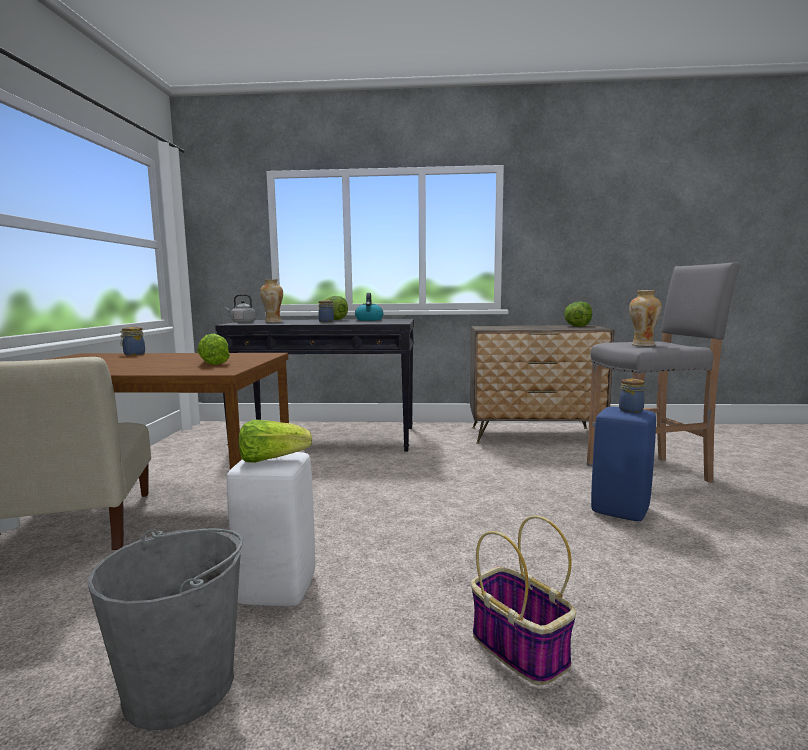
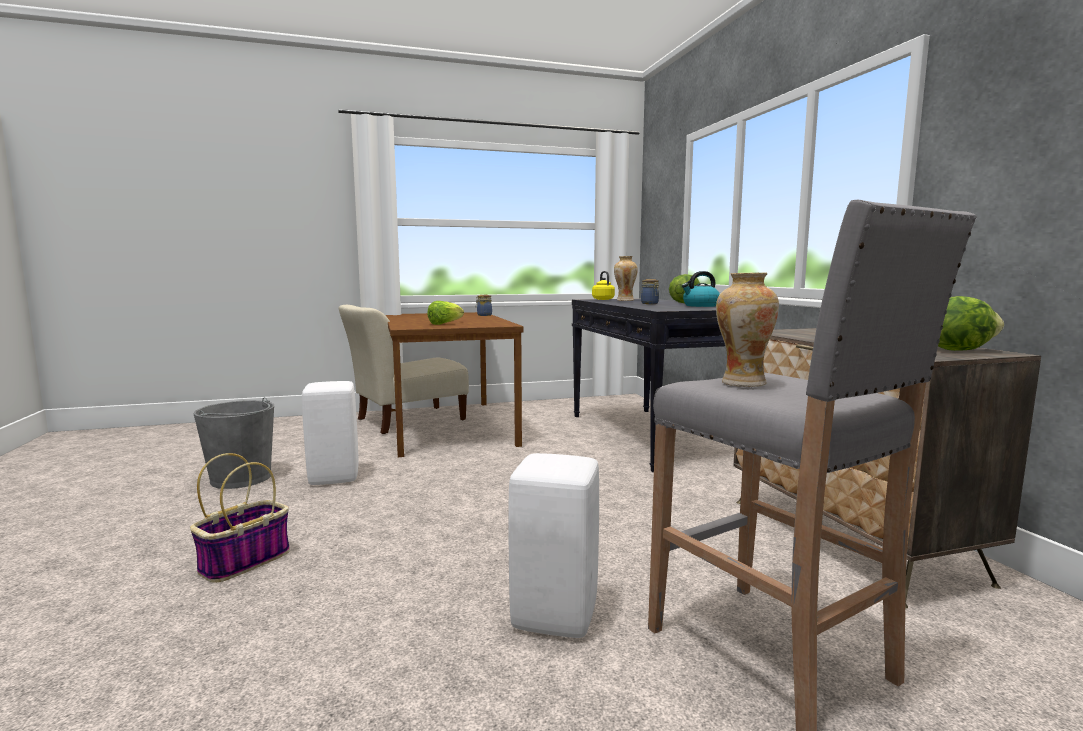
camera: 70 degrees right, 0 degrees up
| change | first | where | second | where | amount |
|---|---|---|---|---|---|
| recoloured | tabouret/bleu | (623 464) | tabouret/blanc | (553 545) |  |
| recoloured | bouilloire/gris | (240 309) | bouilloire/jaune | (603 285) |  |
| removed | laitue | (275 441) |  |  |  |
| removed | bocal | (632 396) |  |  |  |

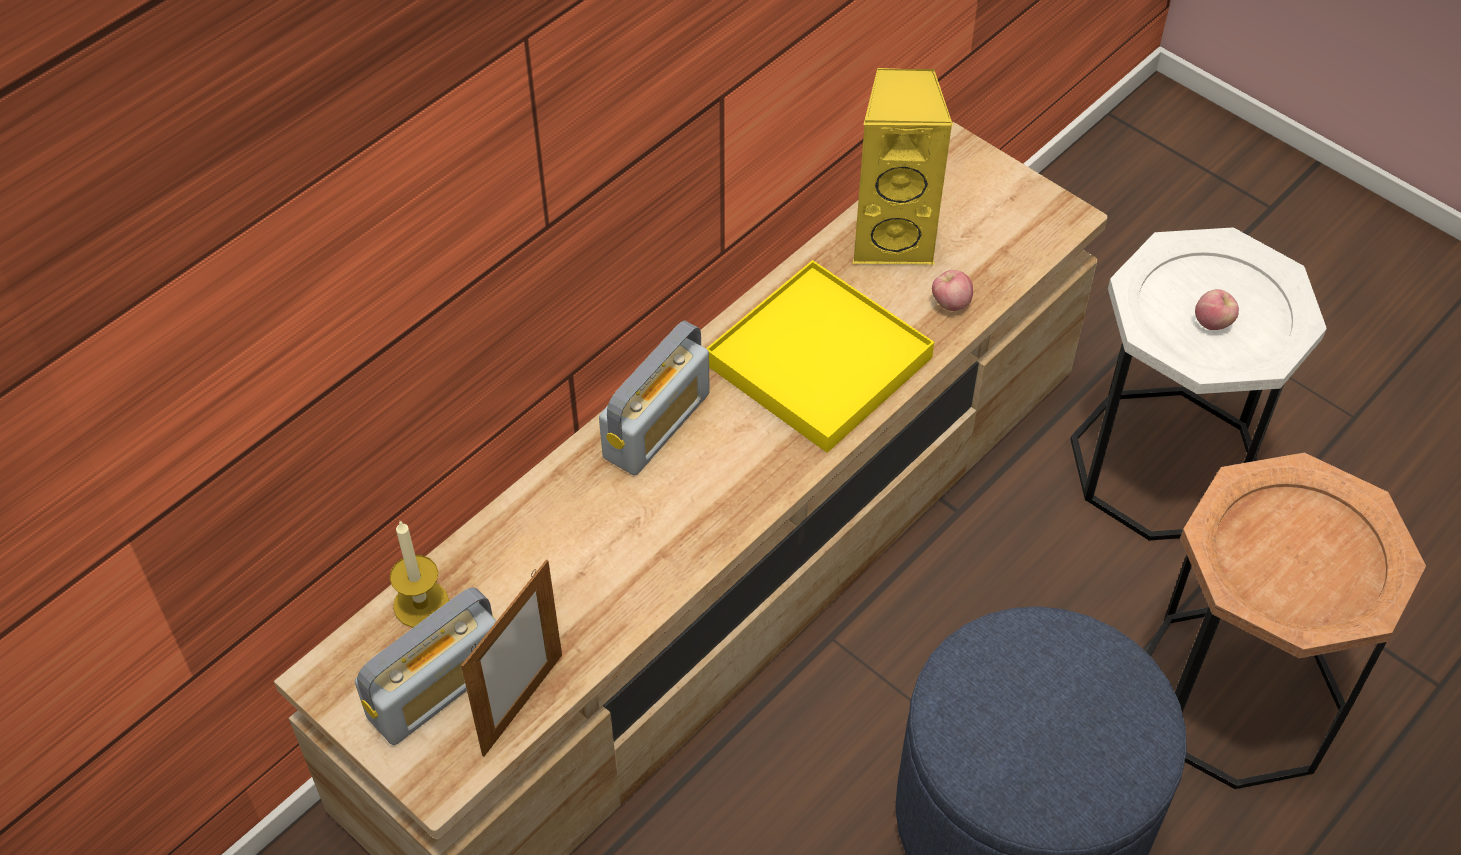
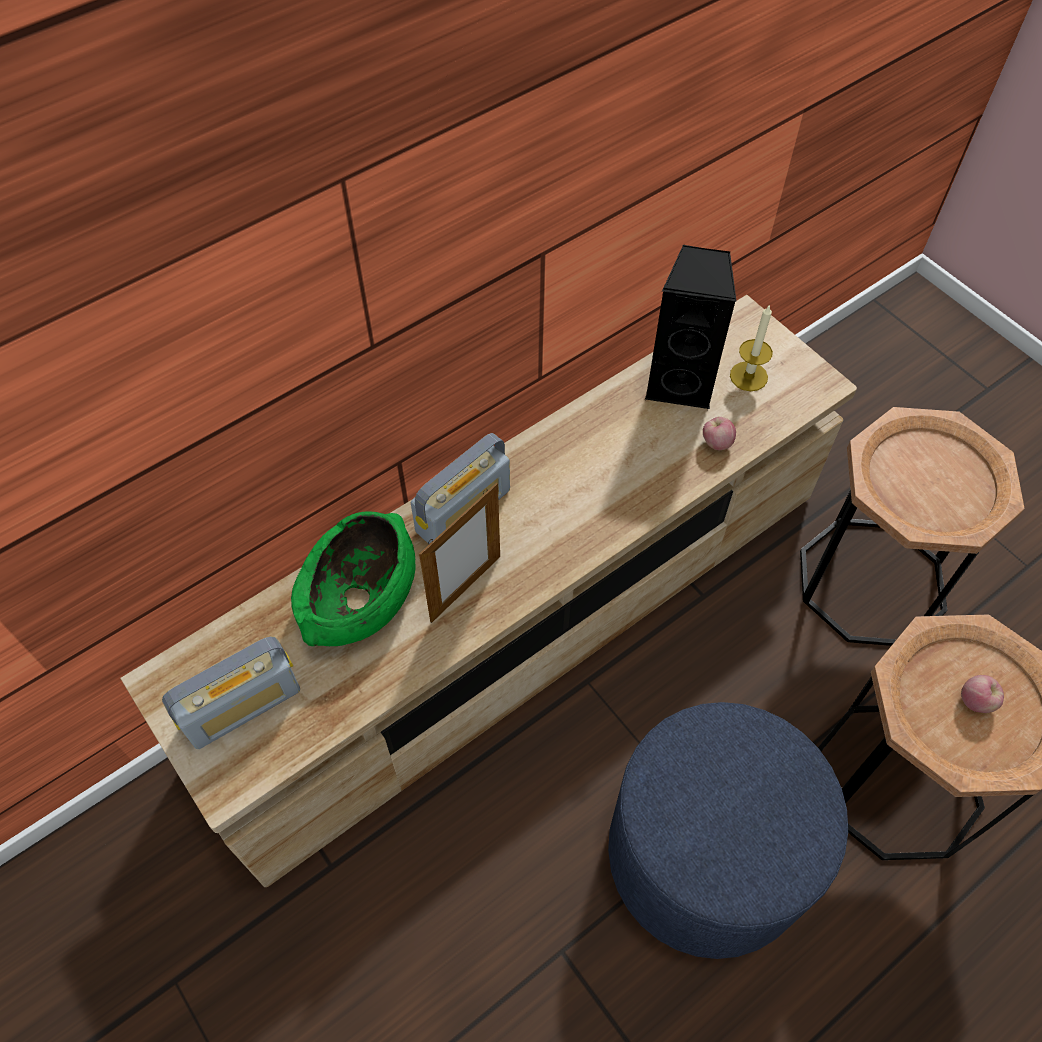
camera: 10 degrees right, 5 degrees up
| change | first | where | second | where | amount |
|---|---|---|---|---|---|
| added |  |  | bol/vert | (353 578) |  |
| moved | cadre photo | (511 658) |  | (459 553) |  |
| recoloured | enceinte/jaune | (903 166) | enceinte/noir | (691 327) |  |
| moved | bougie | (419 574) |  | (751 347) |  |
| recoloured | table d'appoint/blanc | (1198 384) | table d'appoint/marron | (912 526) |  |
| moved | pomme | (1217 309) |  | (982 694) |  |
| removed | plateau/jaune | (820 356) |  |  |  |

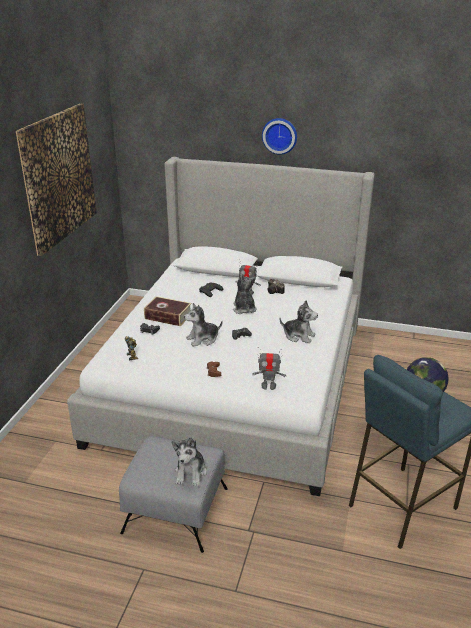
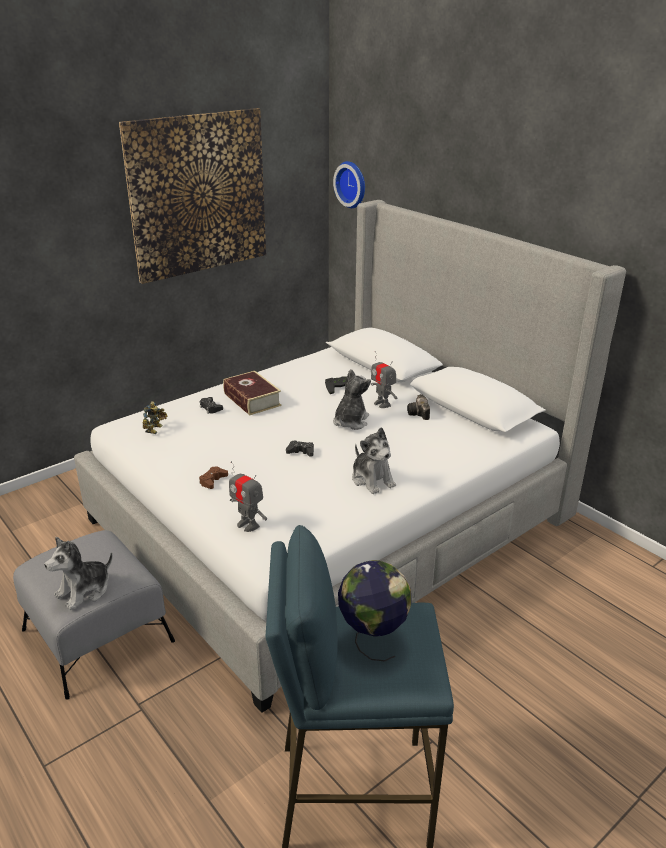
camera: 35 degrees right, 0 degrees up
| change | first | where | second | where | amount |
|---|---|---|---|---|---|
| moved | horloge murale | (279 136) |  | (349 184) |  |
| removed | peluche | (203 325) |  |  |  |

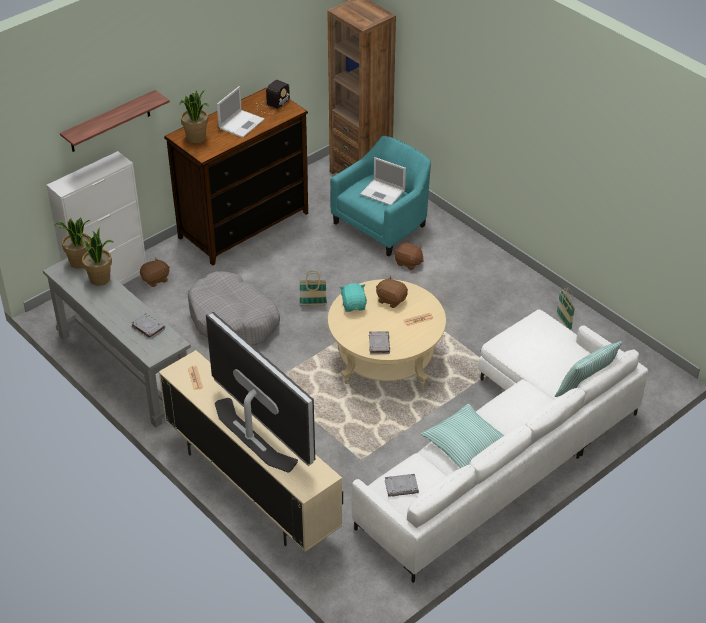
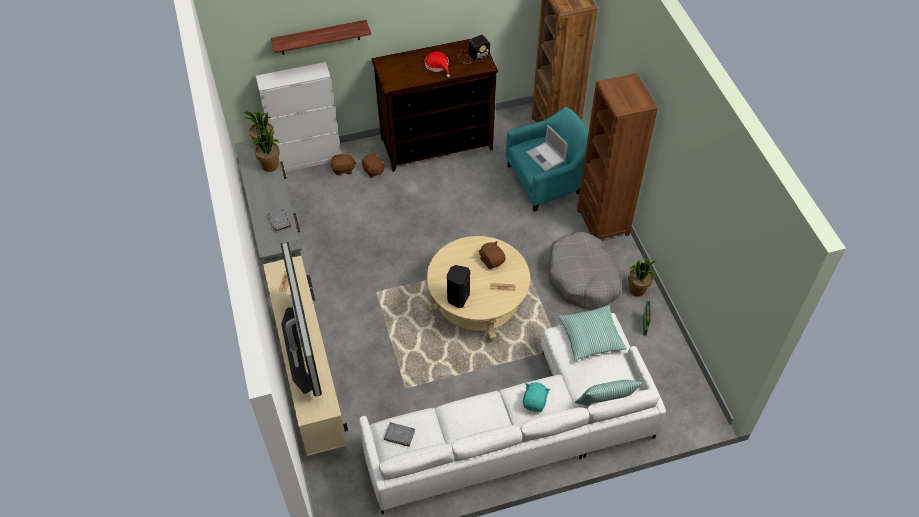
camera: 25 degrees right, 10 degrees up
| change | first | where | second | where | amount |
|---|---|---|---|---|---|
| moved | peluche/marron | (409 256) |  | (373 166) |  |
| replaced | ordinateur portable | (240 112) | chapeau/rouge | (437 65) |  |
| replaced | livre/gris | (379 342) | enceinte/noir | (458 286) |  |
| moved | peluche/turquoise | (353 297) |  | (536 397) |  |
| moved | panier pour chien/gris | (234 308) |  | (585 270) |  |
| moved | coussin | (462 436) |  | (592 333) |  |
| added |  |  | bibliothèque/marron | (617 156) |  |
| moved | plante en pot | (194 116) |  | (643 277) |  |
| removed | panier | (313 288) |  |  |  |

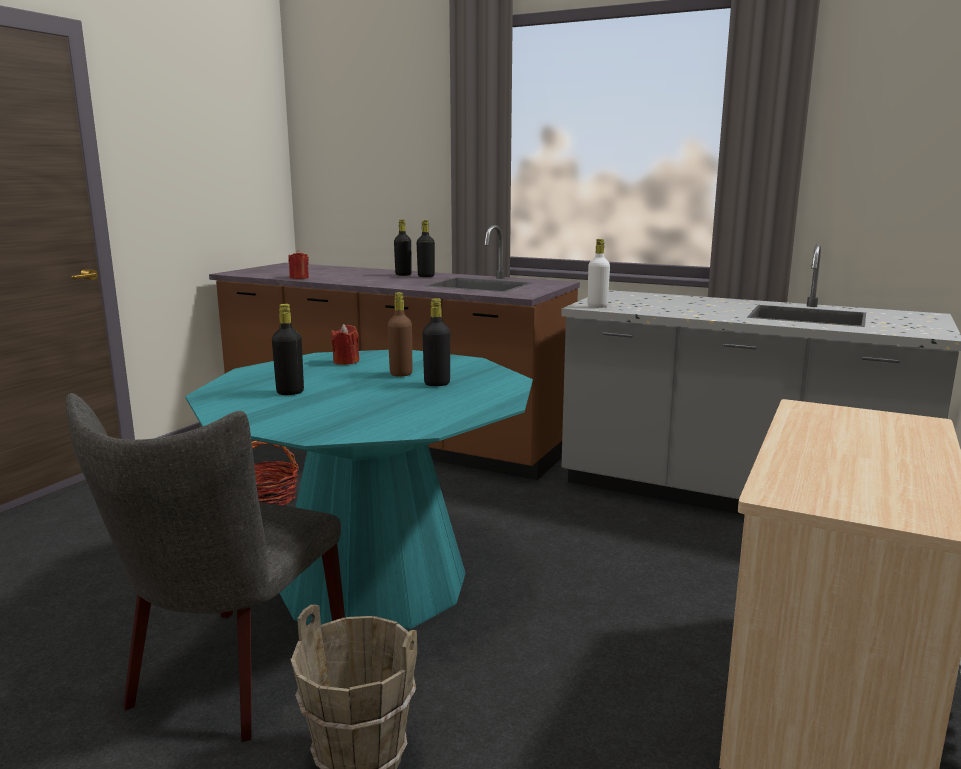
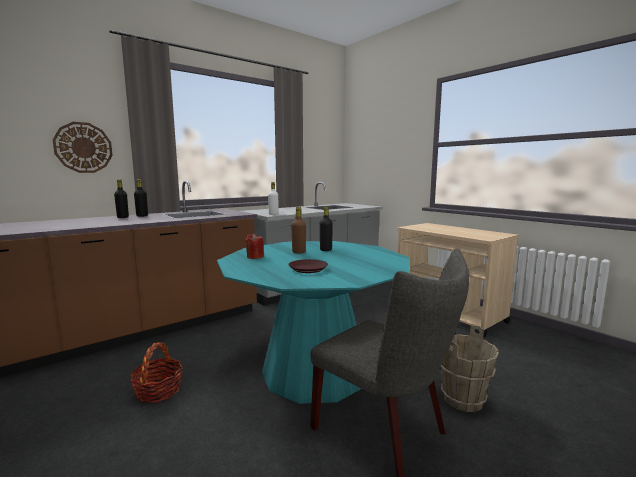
camera: 65 degrees left, 5 degrees down
| change | first | where | second | where | amount |
|---|---|---|---|---|---|
| added |  |  | horloge murale | (83 147) |  |
| replaced | bouteille/noir | (288 349) | assiette/marron | (308 266) |  |
| removed | bougie/rouge | (299 264) |  |  |  |

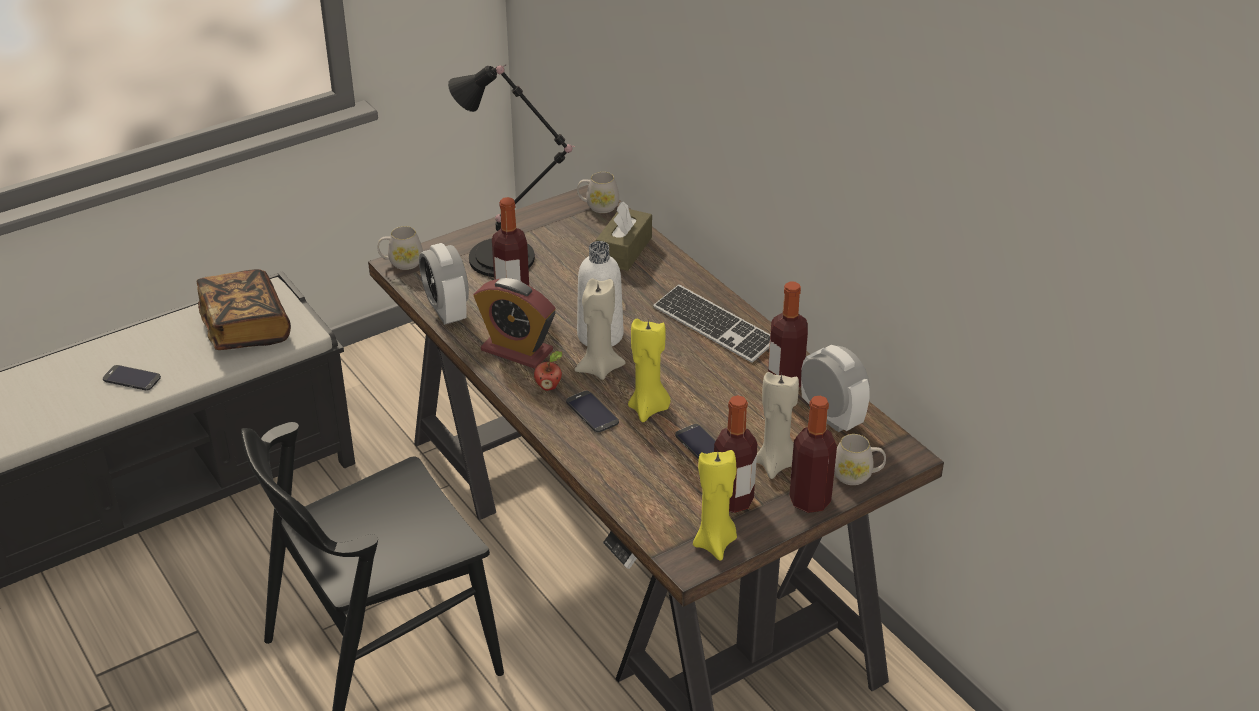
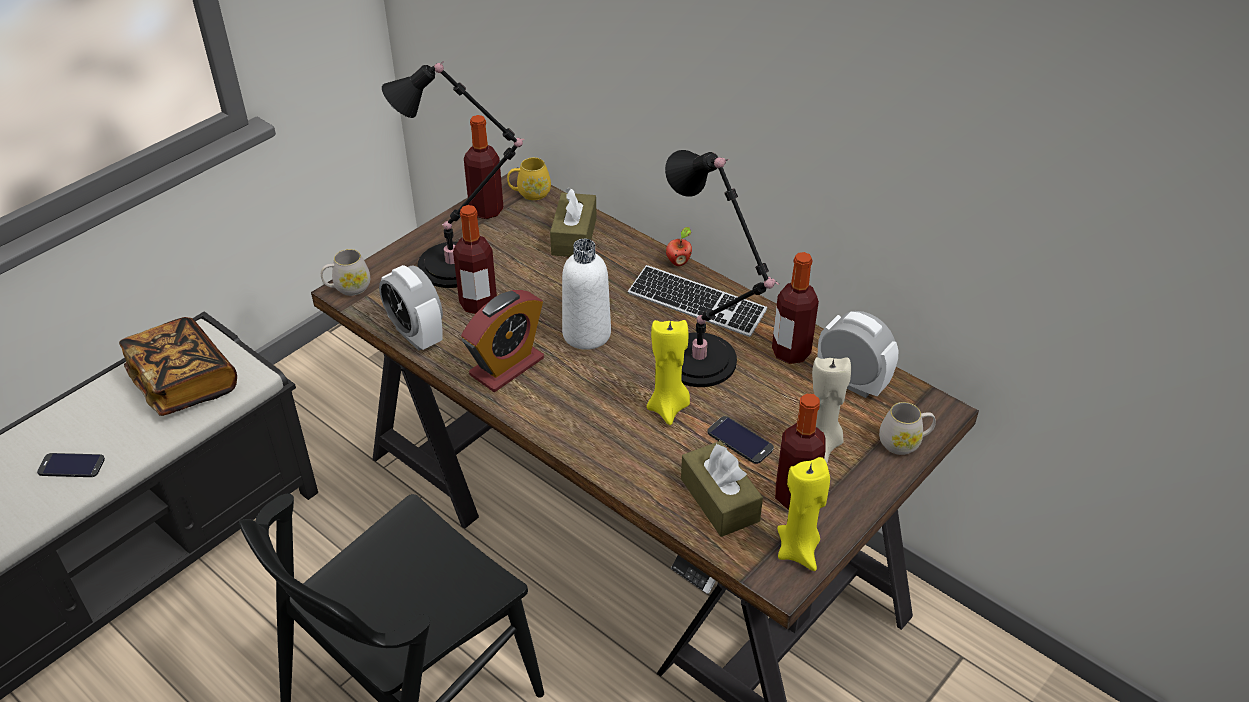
camera: 15 degrees left, 5 degrees up
| change | first | where | second | where | amount |
|---|---|---|---|---|---|
| turned | réveil | (514 323) |  | (502 341) | 60 degrees counterclockwise |
| moved | bouteille | (813 454) |  | (484 167) |  |
| recoloured | mug/blanc | (598 192) | mug/jaune | (529 178) |  |
| added |  |  | lampe de table/noir | (722 268) |  |
| moved | pomme | (548 371) |  | (679 246) |  |
| added |  |  | boîte à mouchoirs/marron | (722 489) |  |
| removed | téléphone | (592 412) |  |  |  |
| removed | bougie/beige | (600 329) |  |  |  |

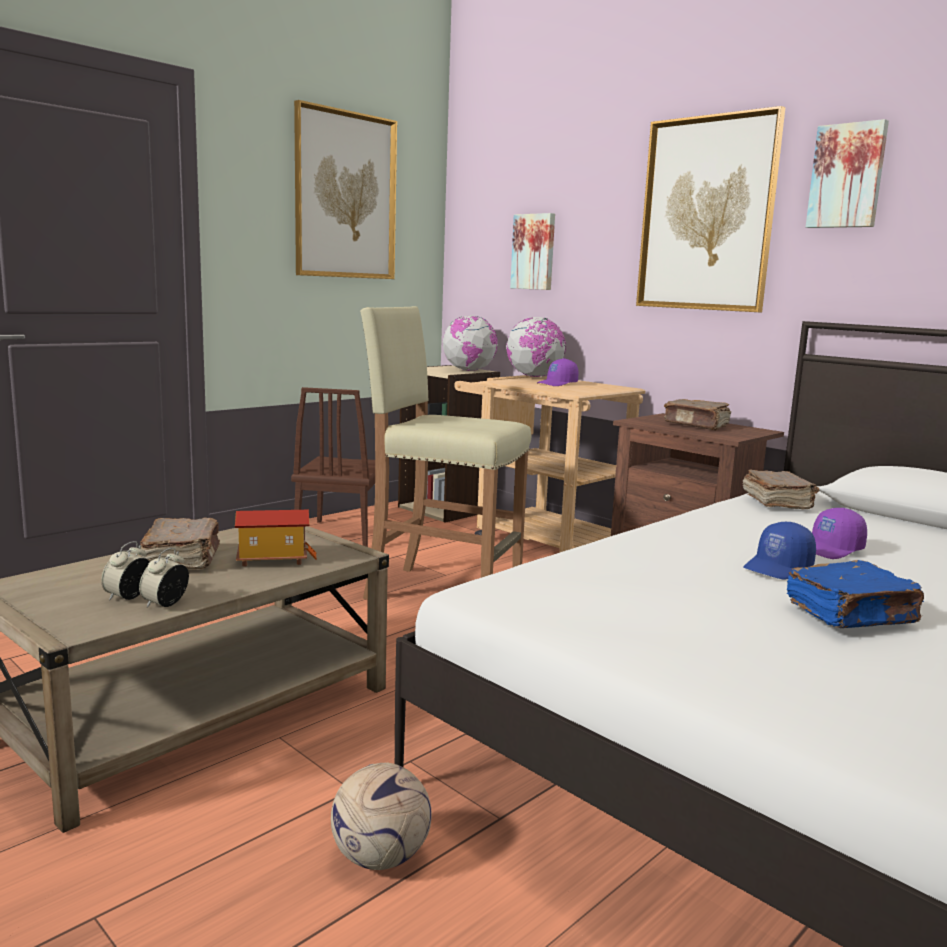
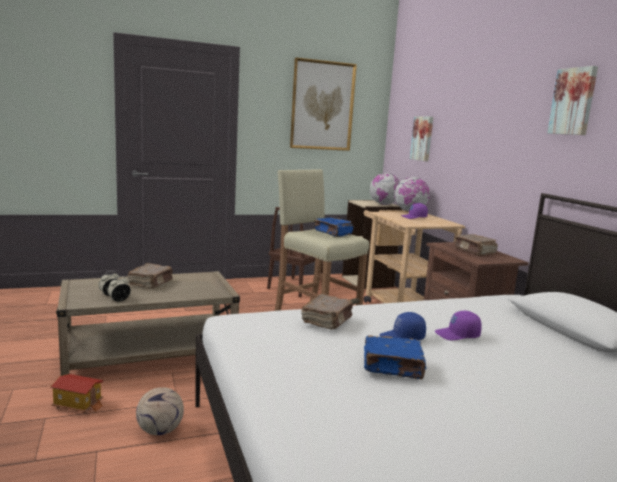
camera: 25 degrees right, 0 degrees up
| change | first | where | second | where | amount |
|---|---|---|---|---|---|
| moved | maison miniature | (276 538) |  | (77 394) |  |
| moved | livre/marron | (780 489) |  | (327 311) |  |
| added |  |  | livre/bleu | (333 227) |  |
| removed | tableau | (710 209) |  |  |  |

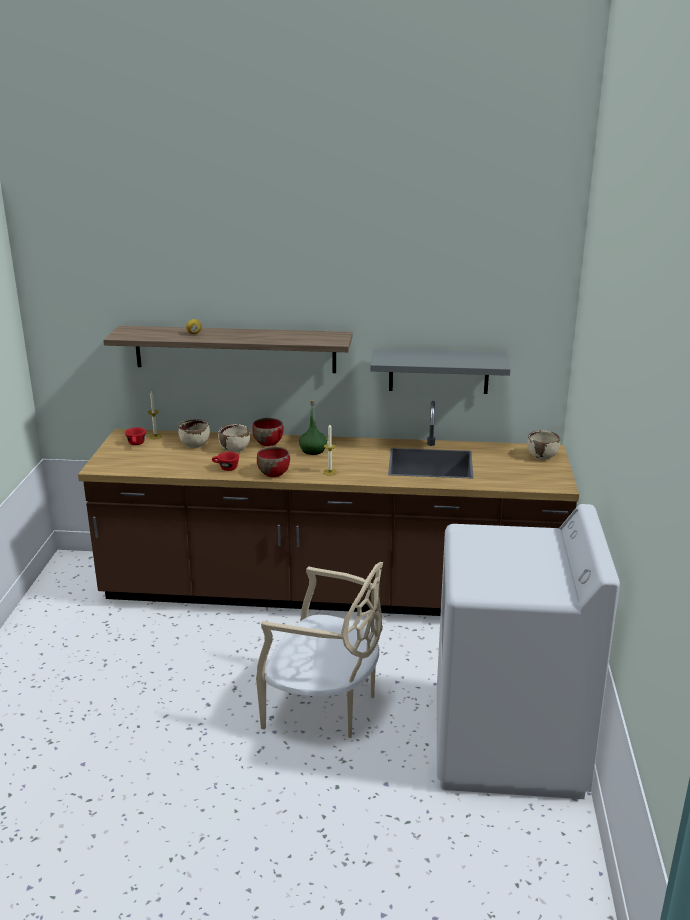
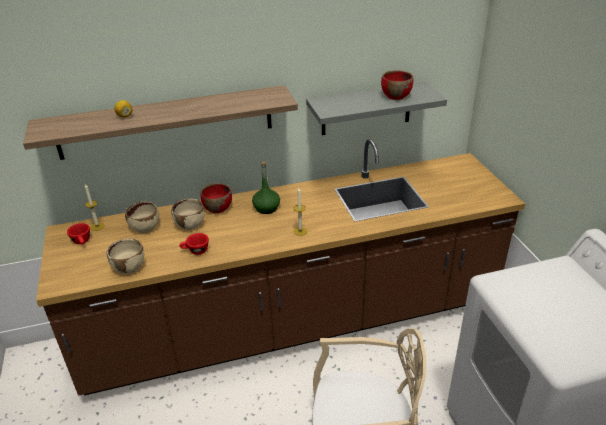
camera: 20 degrees left, 10 degrees up
| change | first | where | second | where | amount |
|---|---|---|---|---|---|
| moved | bol/beige | (543 445) |  | (125 256) |  |
| moved | bol/rouge | (273 461) |  | (397 85) |  |

